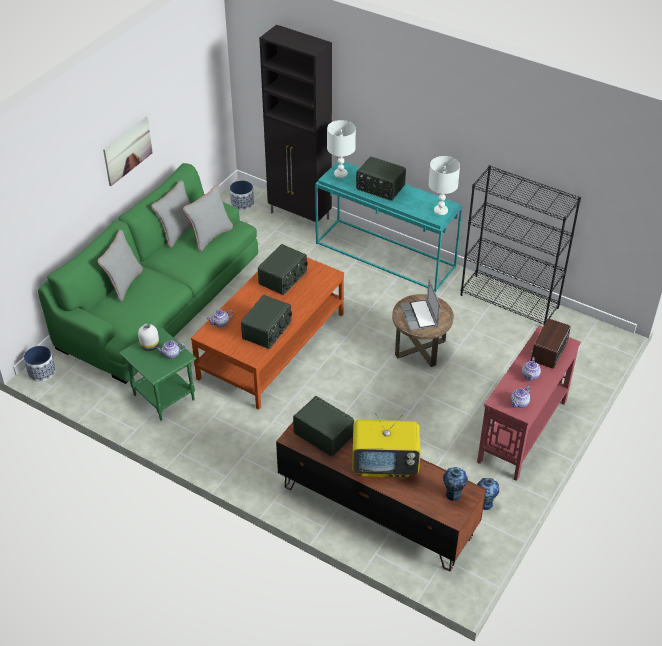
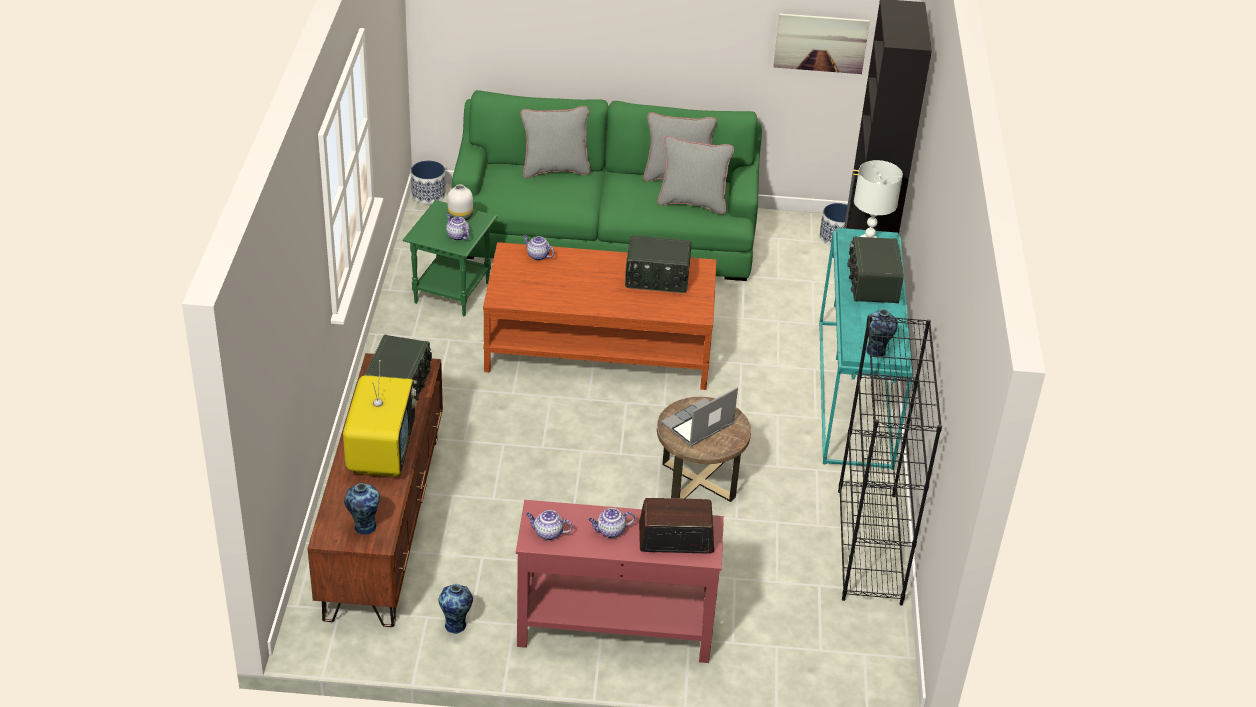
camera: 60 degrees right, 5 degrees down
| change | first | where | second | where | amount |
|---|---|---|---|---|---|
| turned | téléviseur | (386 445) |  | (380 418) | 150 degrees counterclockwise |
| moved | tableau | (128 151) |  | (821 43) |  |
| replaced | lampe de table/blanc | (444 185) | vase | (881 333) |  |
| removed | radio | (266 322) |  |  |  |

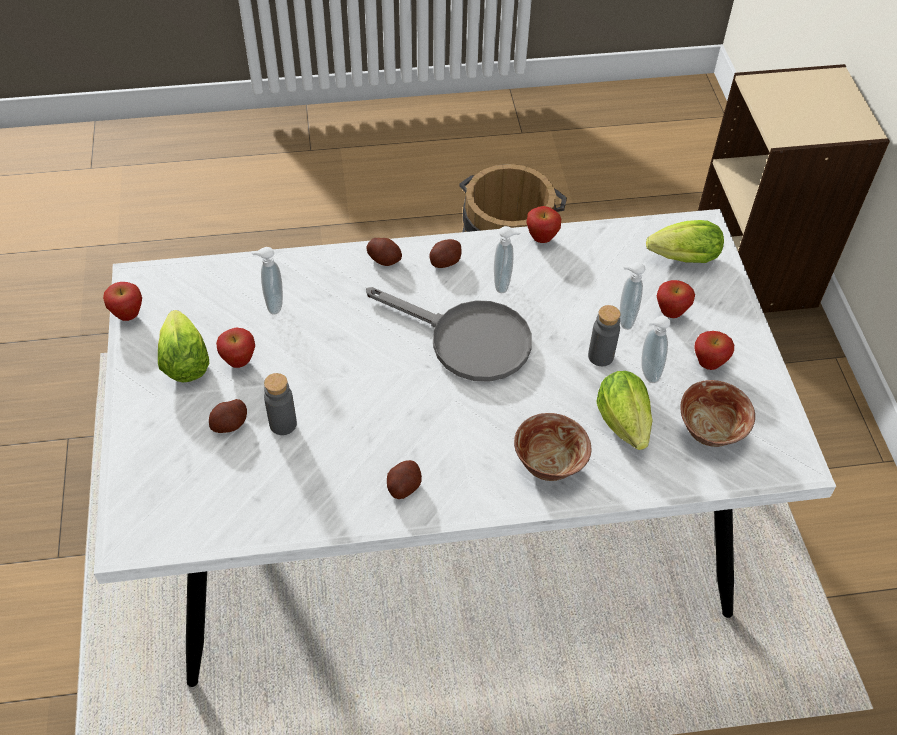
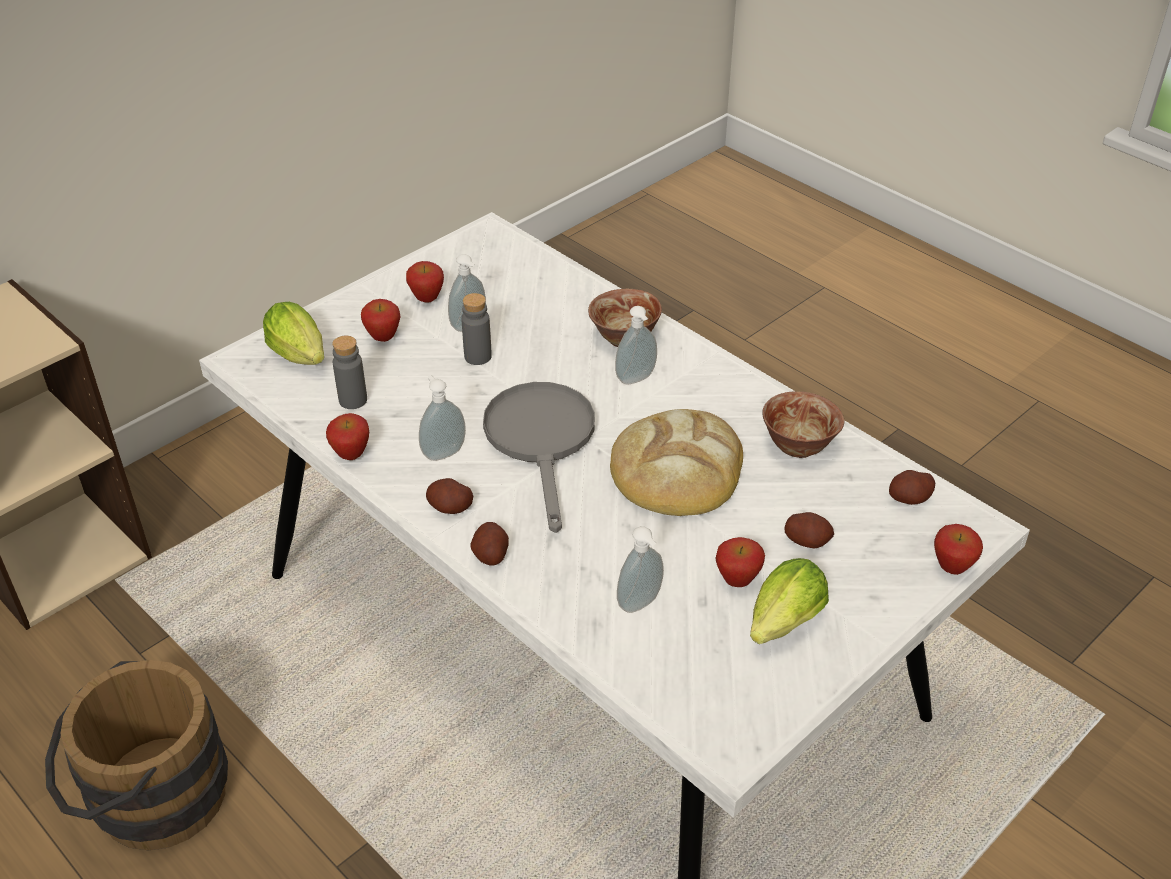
camera: 125 degrees left, 10 degrees down
| change | first | where | second | where | amount |
|---|---|---|---|---|---|
| moved | bouteille/gris | (280 404) |  | (349 372) |  |
| added |  |  | pain | (676 462) |  |
| moved | distributeur de savon | (632 296) |  | (636 345) |  |
| moved | bol | (717 413) |  | (803 424) |  |
| moved | pomme de terre | (404 479) |  | (912 487) |  |
| moved | pomme | (122 301) |  | (958 549) |  |
| removed | laitue | (624 410) |  |  |  |

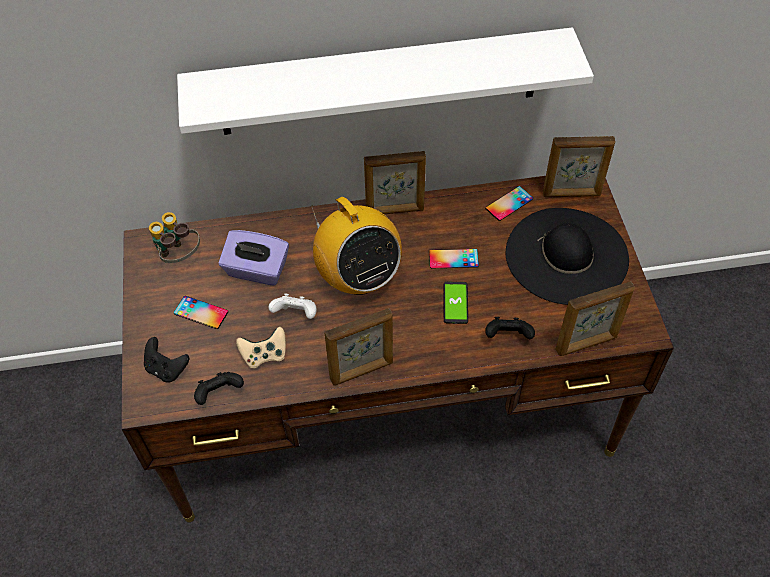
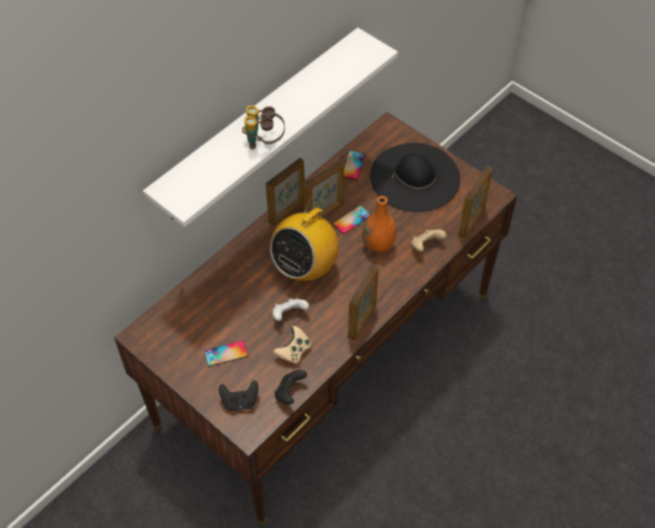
camera: 40 degrees left, 0 degrees up
| change | first | where | second | where | amount |
|---|---|---|---|---|---|
| moved | jumelles | (174 237) |  | (263 127) |  |
| turned | radio | (356 246) |  | (304 239) | 105 degrees clockwise |
| moved | cadre photo | (579 166) |  | (324 189) |  |
| replaced | téléphone | (456 303) | vase/orange | (379 224) |  |
| recoloured | manette/noir | (510 328) | manette/beige | (428 241) |  |
| removed | boîte à mouchoirs/violet | (254 258) |  |  |  |

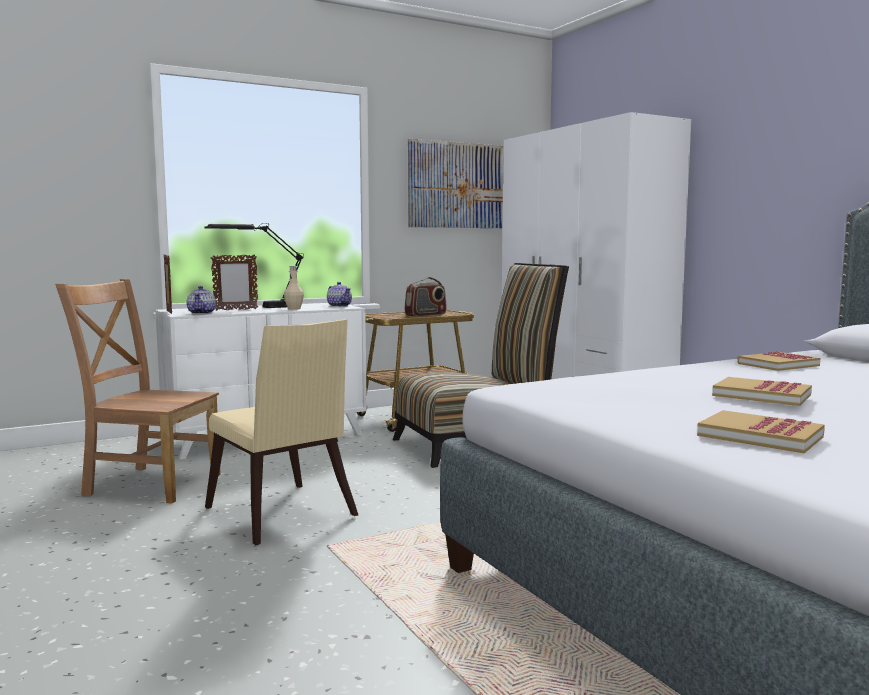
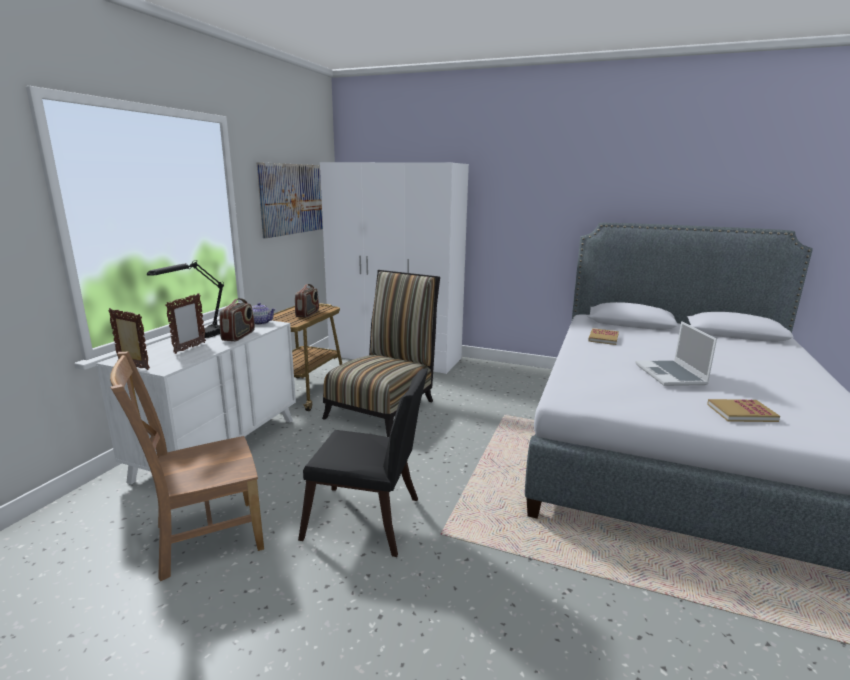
camera: 40 degrees left, 10 degrees up
| change | first | where | second | where | amount |
|---|---|---|---|---|---|
| replaced | bouteille/beige | (294 288) | radio | (237 319) |  |
| recoloured | chaise/beige | (281 432) | chaise/noir | (363 462) |  |
| replaced | livre | (762 391) | ordinateur portable | (676 353) |  |
| removed | théière | (201 300) |  |  |  |

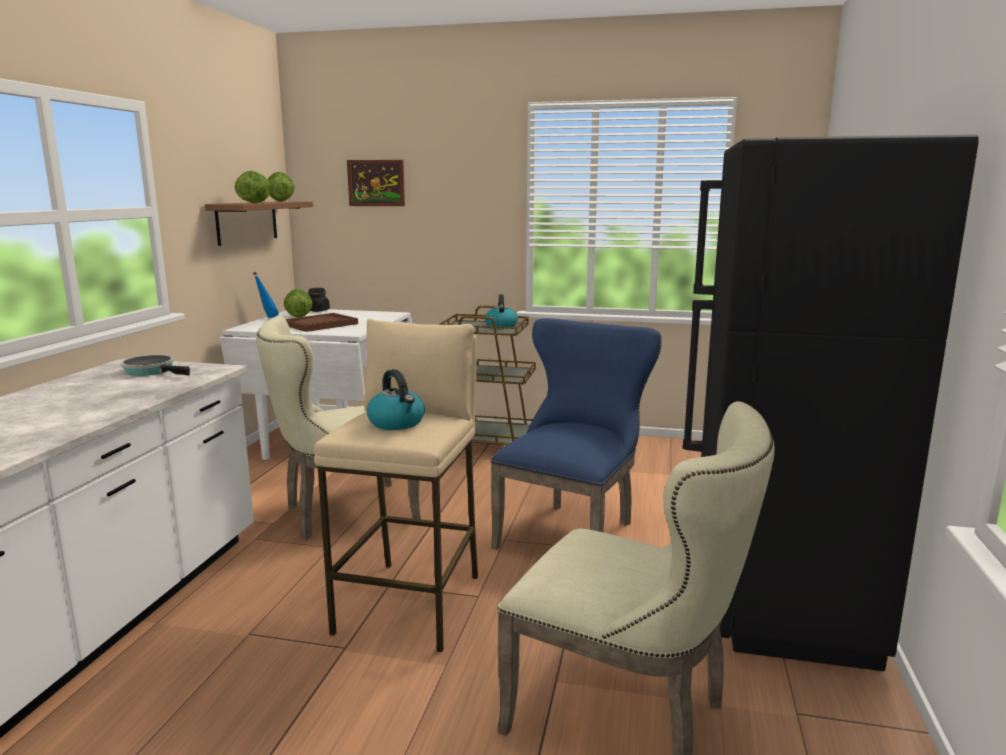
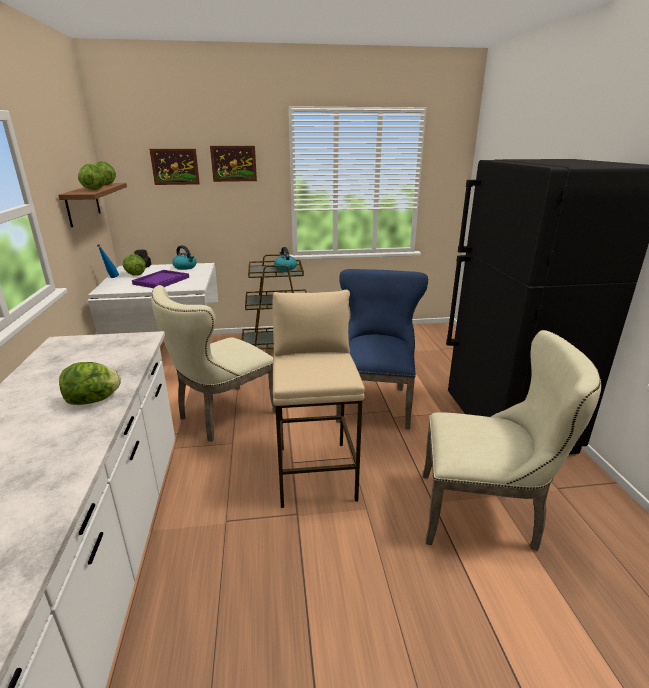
camera: 20 degrees left, 10 degrees up
| change | first | where | second | where | amount |
|---|---|---|---|---|---|
| added |  |  | laitue | (90 383) |  |
| recoloured | plateau/marron | (322 322) | plateau/violet | (160 279) |  |
| moved | bouilloire | (396 399) |  | (184 257) |  |
| added |  |  | tableau | (233 164) |  |
| removed | poêle | (155 365) |  |  |  |

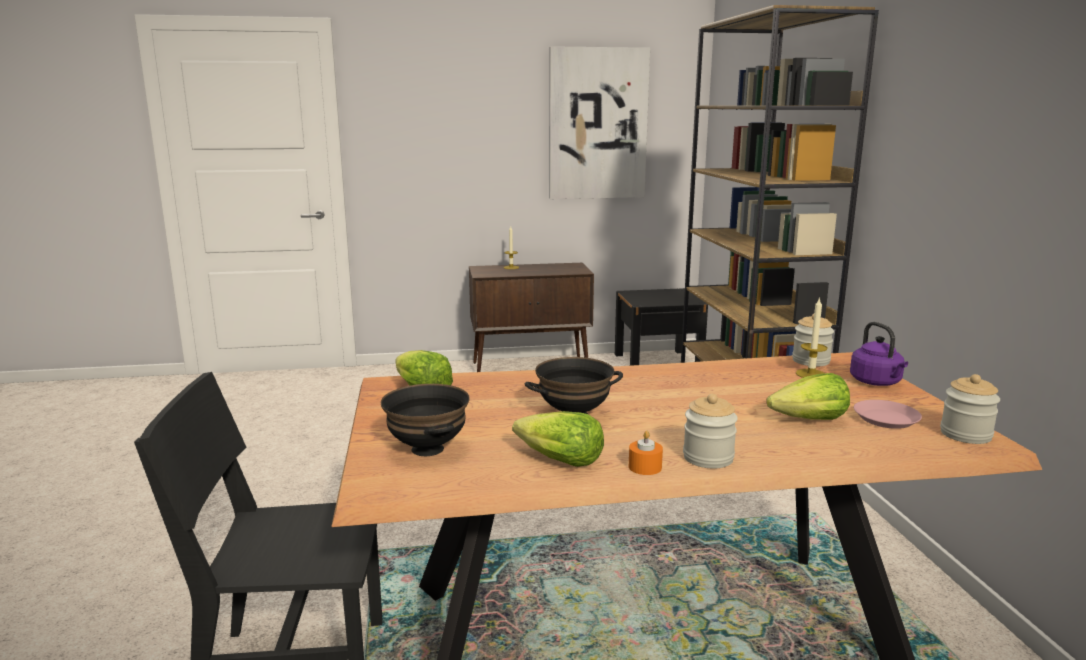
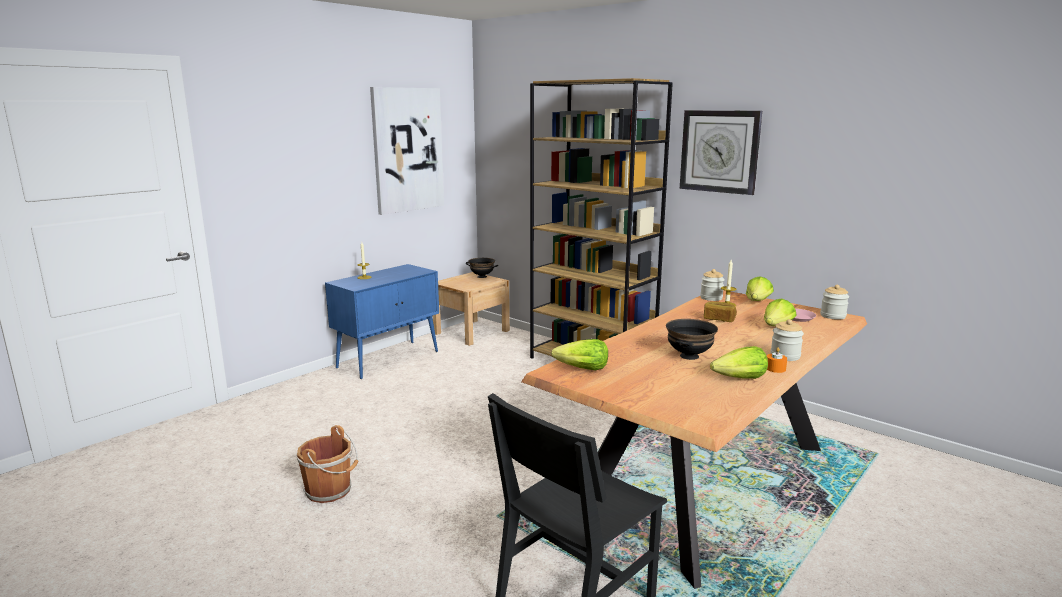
camera: 40 degrees left, 0 degrees up
| change | first | where | second | where | amount |
|---|---|---|---|---|---|
| added |  |  | seau/marron | (327 464) |  |
| recoloured | meuble de rangement/marron | (531 317) | meuble de rangement/bleu | (382 321) |  |
| recoloured | table de chevet/noir | (661 327) | table de chevet/beige | (471 309) |  |
| moved | bol/noir | (425 420) |  | (482 268) |  |
| added |  |  | horloge murale | (721 152) |  |
| added |  |  | pain | (720 311) |  |
| replaced | bouilloire/violet | (879 354) | laitue | (760 288) |  |

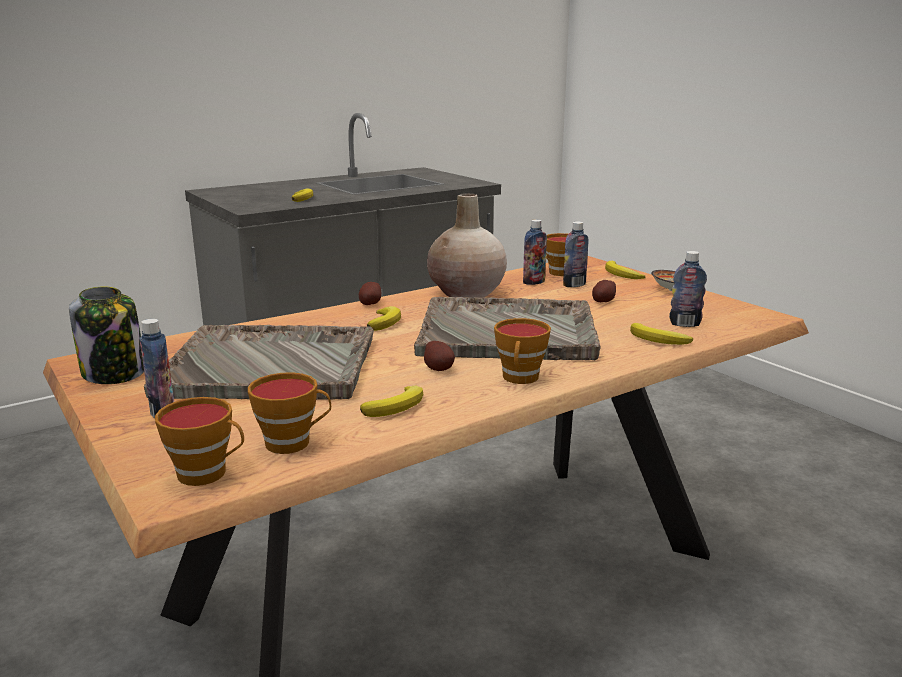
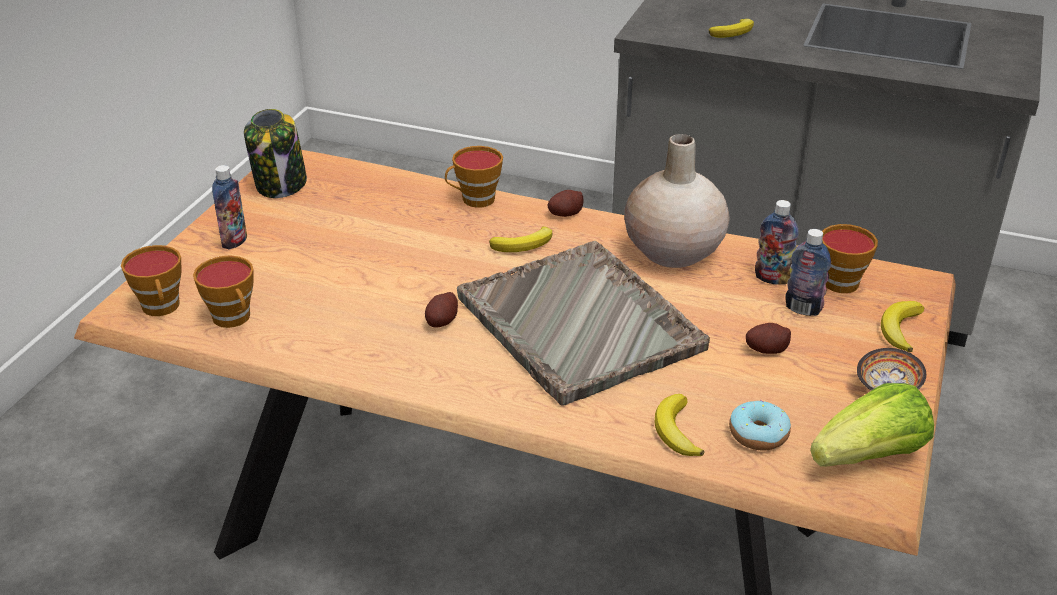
camera: 55 degrees right, 15 degrees up
| change | first | where | second | where | amount |
|---|---|---|---|---|---|
| moved | tasse | (522 351) |  | (474 177) |  |
| replaced | bouteille | (688 289) | beignet | (760 425) |  |
| added |  |  | laitue | (872 425) |  |
| removed | plateau/gris | (259 362) |  |  |  |
| removed | banane | (391 401) |  |  |  |

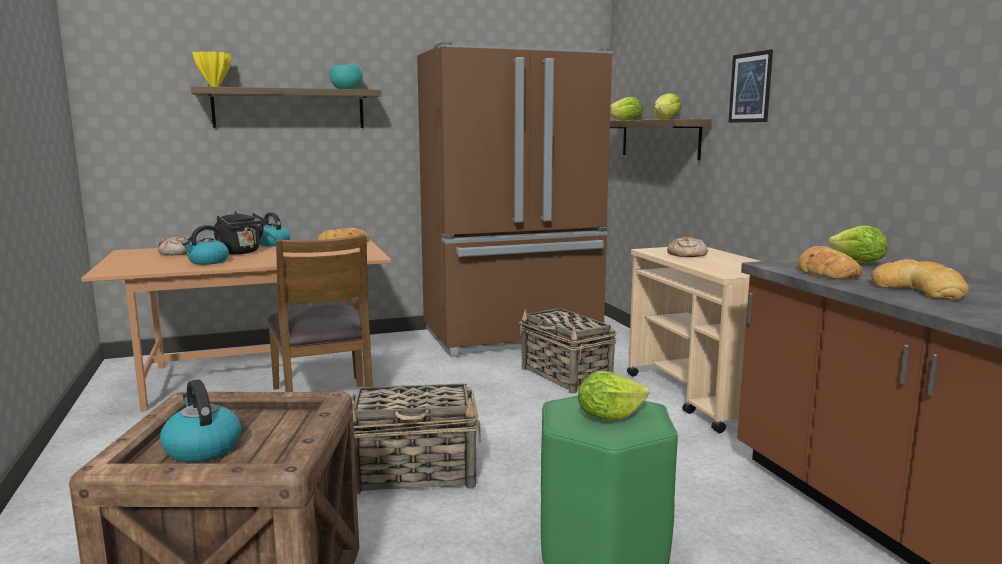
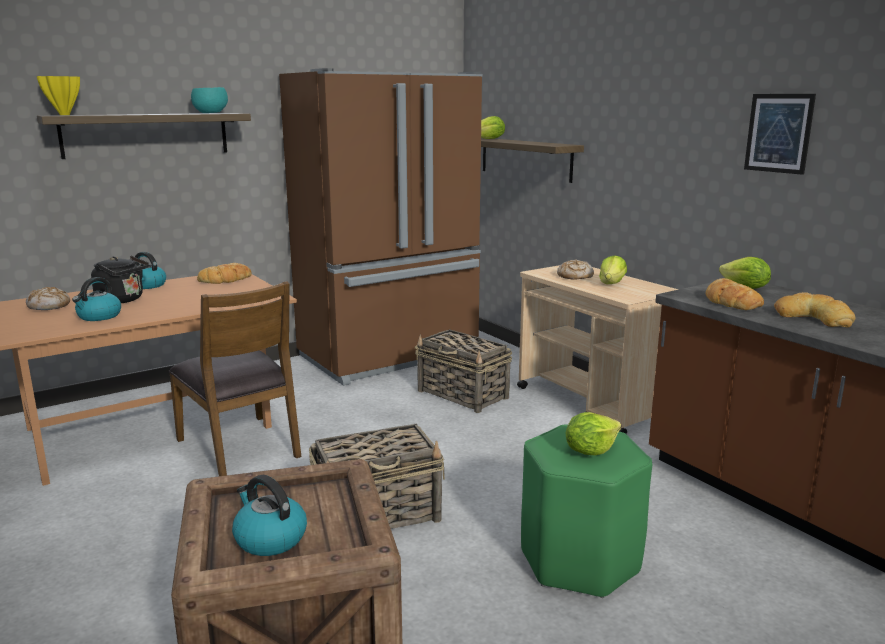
camera: 15 degrees left, 5 degrees up
| change | first | where | second | where | amount |
|---|---|---|---|---|---|
| moved | laitue | (667 106) |  | (613 269) |  |
| moved | tableau | (751 86) |  | (780 134) |  |

